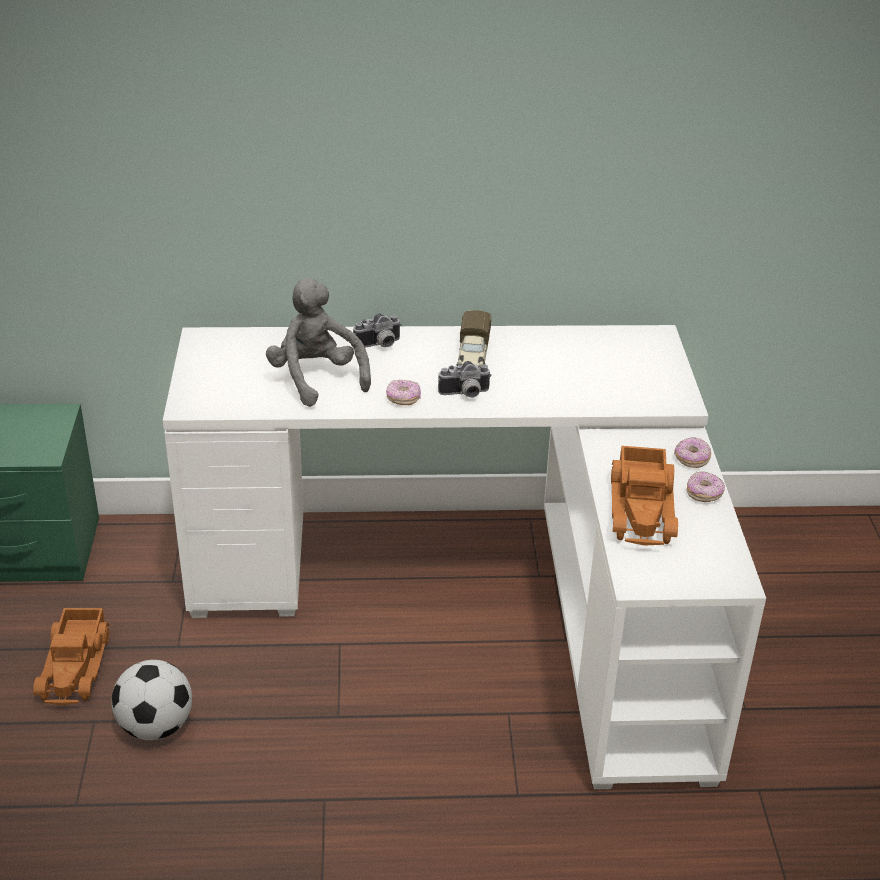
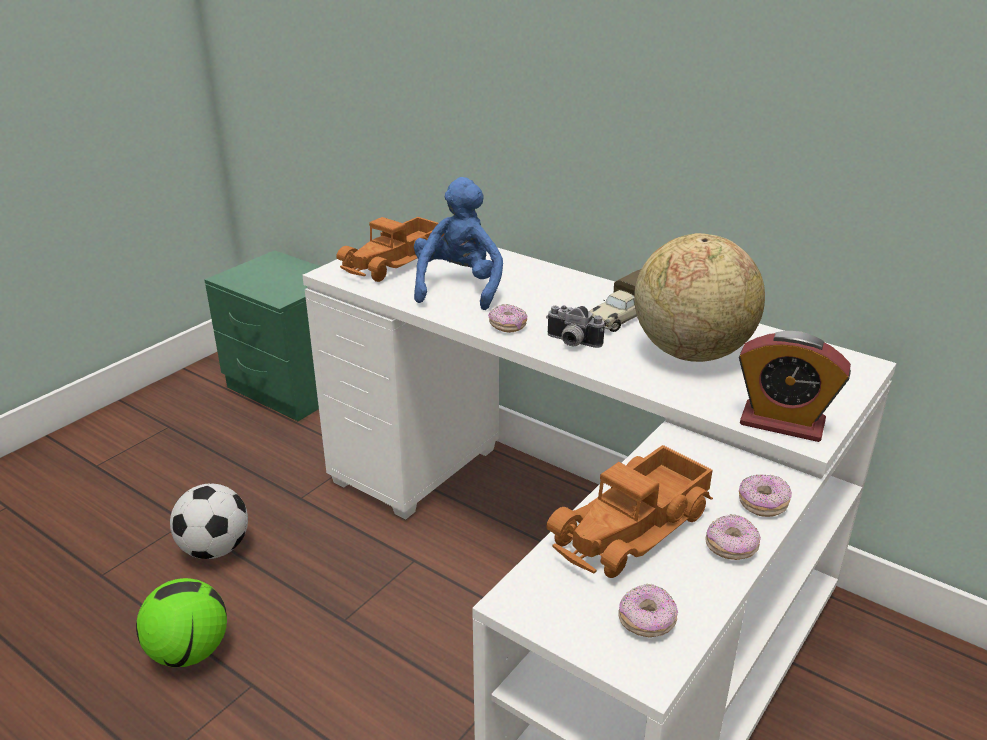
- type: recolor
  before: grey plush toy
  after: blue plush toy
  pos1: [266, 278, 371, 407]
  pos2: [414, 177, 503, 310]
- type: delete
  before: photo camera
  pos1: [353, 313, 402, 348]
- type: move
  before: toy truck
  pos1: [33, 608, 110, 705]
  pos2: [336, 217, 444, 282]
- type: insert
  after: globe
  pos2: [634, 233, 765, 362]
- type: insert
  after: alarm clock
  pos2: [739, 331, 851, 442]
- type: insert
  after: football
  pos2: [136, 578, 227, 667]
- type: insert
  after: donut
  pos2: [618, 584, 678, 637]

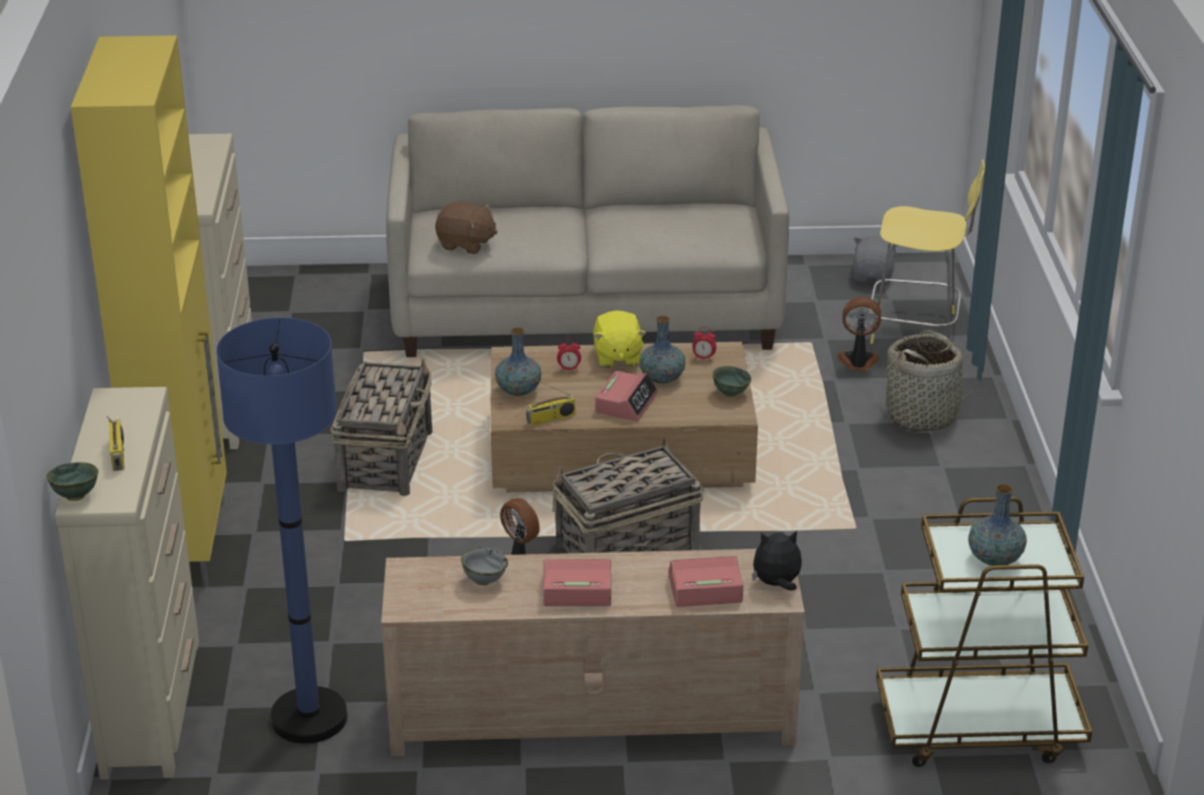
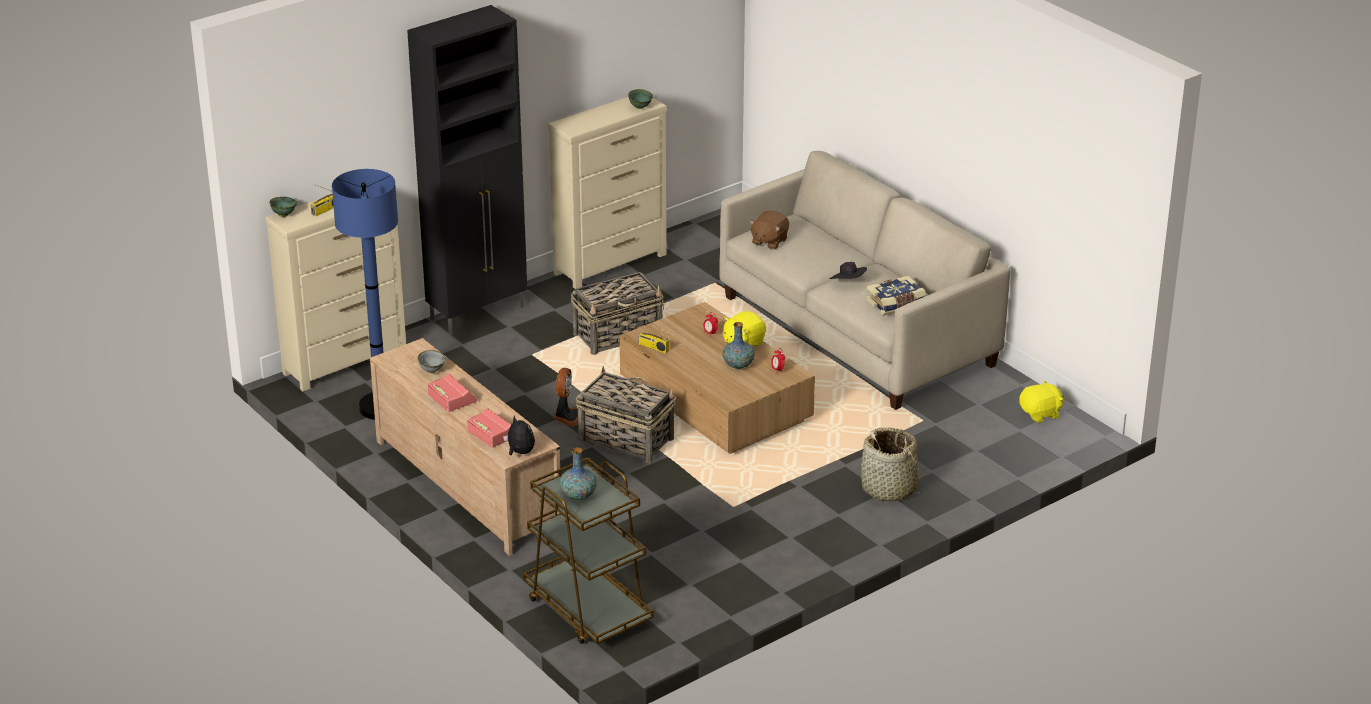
- type: recolor
  before: yellow cabinet
  after: black cabinet
  pos1: [71, 35, 227, 587]
  pos2: [407, 5, 527, 335]
- type: delete
  before: yellow stool
  pos1: [869, 160, 985, 344]
- type: rotate
  before: brown plush toy
  pos1: [435, 201, 498, 254]
  pos2: [749, 211, 789, 249]
  turn: 45
- type: recolor
  before: grey plush toy
  after: yellow plush toy
  pos1: [852, 236, 898, 284]
  pos2: [1019, 380, 1064, 423]
- type: delete
  before: fan
  pos1: [837, 297, 881, 371]
- type: delete
  before: vase
  pos1: [495, 327, 541, 396]
- type: move
  before: green bowl
  pos1: [713, 366, 751, 397]
  pos2: [628, 89, 653, 109]
- type: delete
  before: alarm clock
  pos1: [595, 370, 658, 421]
- type: insert
  after: black hat
  pos2: [829, 262, 867, 279]
- type: insert
  after: book
  pos2: [866, 276, 926, 316]

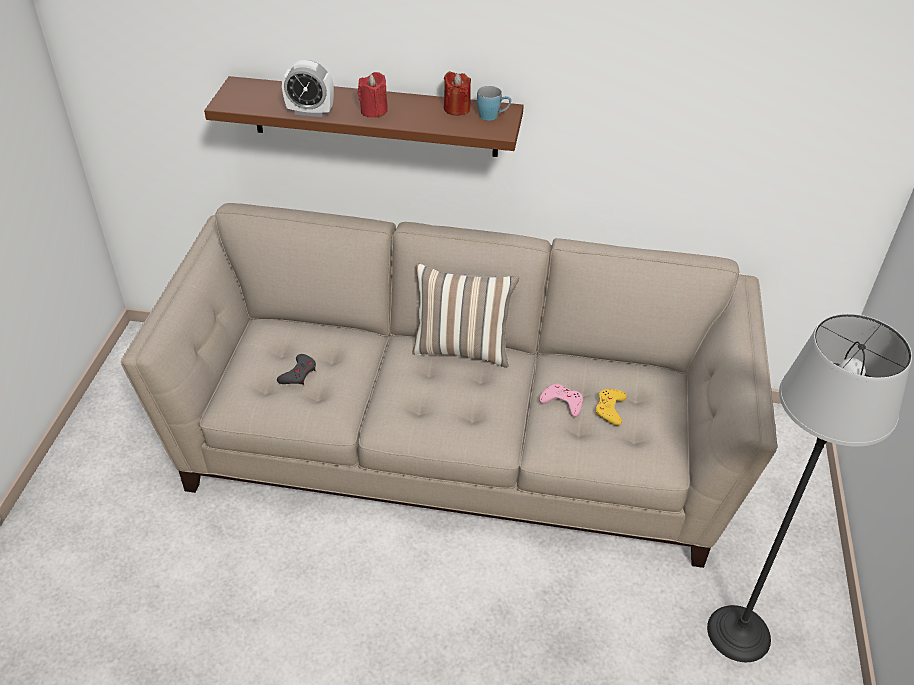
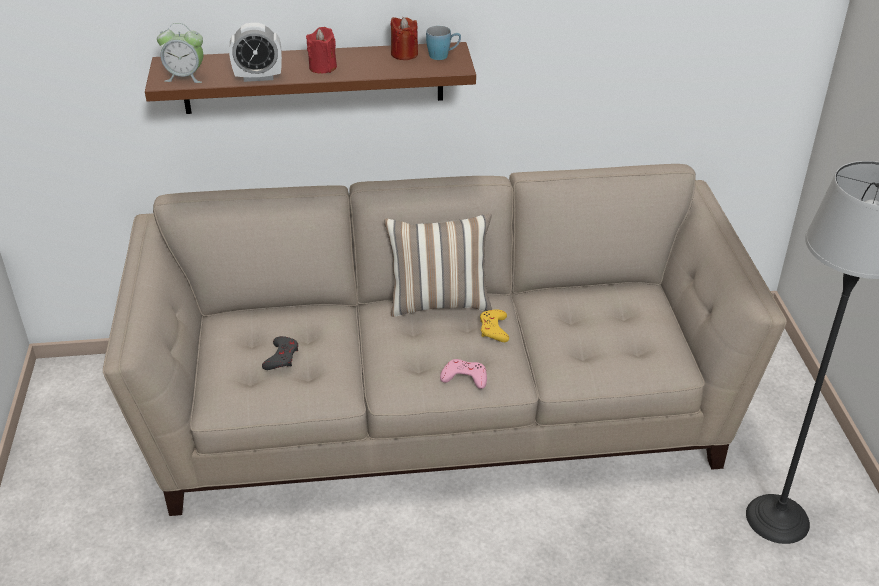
- type: move
  before: pink game controller
  pos1: [539, 384, 583, 417]
  pos2: [440, 359, 487, 389]
- type: move
  before: yellow game controller
  pos1: [595, 389, 627, 426]
  pos2: [480, 309, 509, 342]
- type: insert
  after: alarm clock
  pos2: [157, 23, 203, 83]

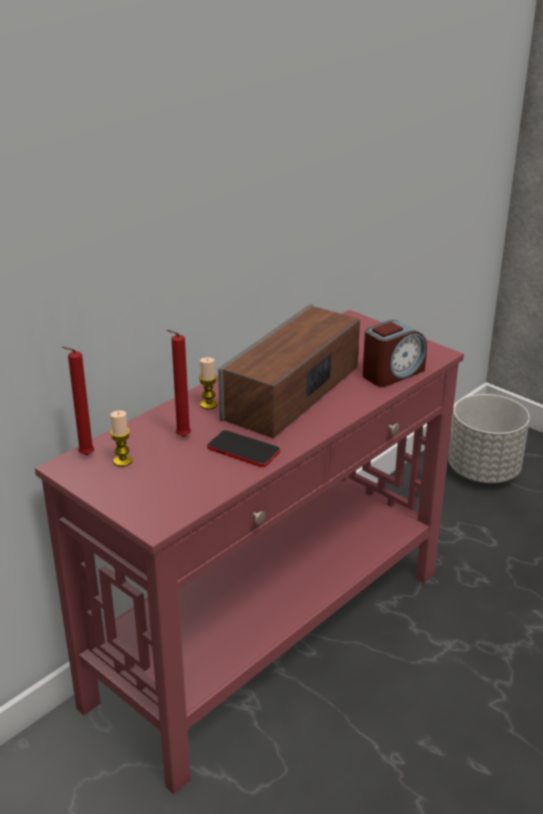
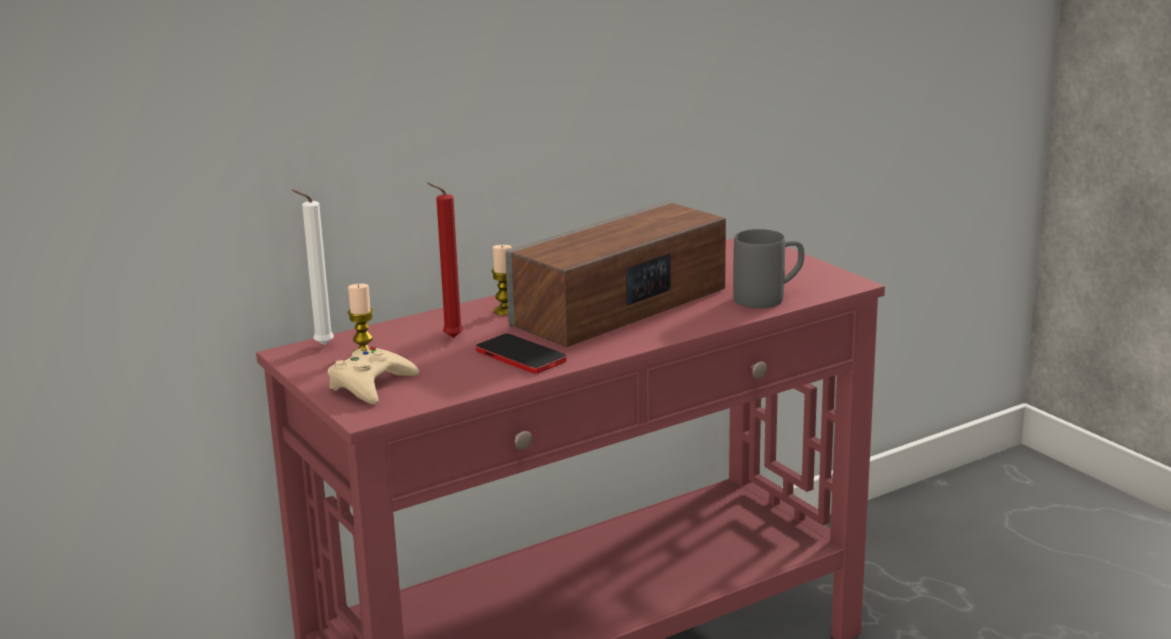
- type: replace
  before: alarm clock
  after: grey mug
  pos1: [362, 320, 427, 387]
  pos2: [733, 229, 804, 309]
- type: recolor
  before: red candle
  after: white candle
  pos1: [62, 346, 94, 456]
  pos2: [292, 190, 334, 346]
- type: delete
  before: grey planter
  pos1: [448, 394, 530, 483]
- type: insert
  after: beige game controller
  pos2: [328, 347, 419, 404]

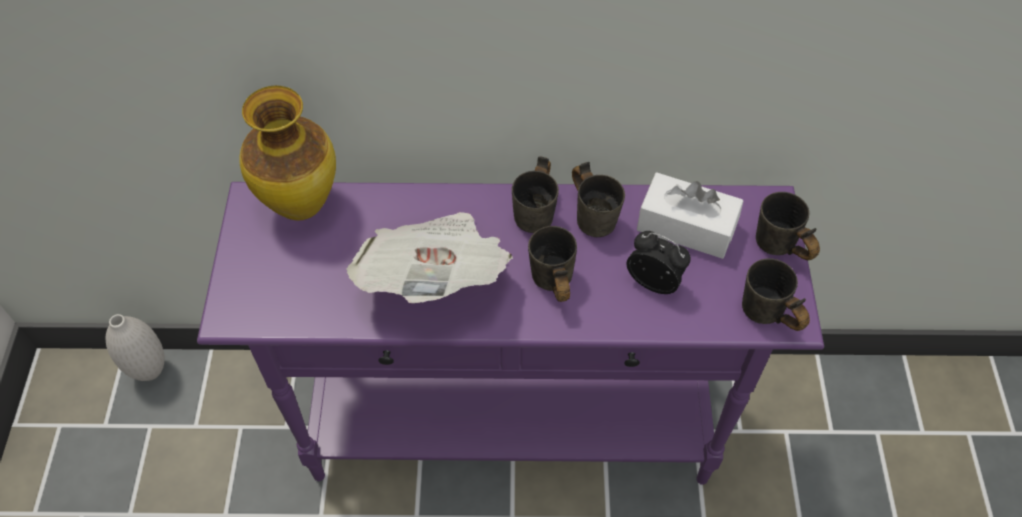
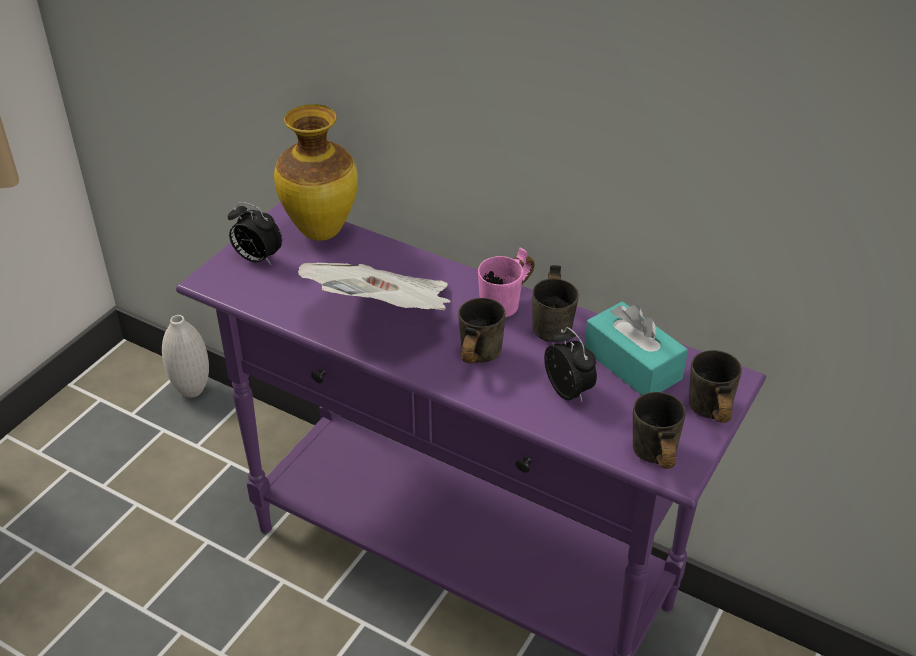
- type: recolor
  before: grey mug
  after: pink mug
  pos1: [512, 156, 559, 233]
  pos2: [478, 248, 534, 318]
- type: recolor
  before: white tissue box
  after: turquoise tissue box
  pos1: [637, 172, 744, 259]
  pos2: [585, 301, 688, 395]
- type: insert
  after: alarm clock
  pos2: [228, 202, 282, 265]

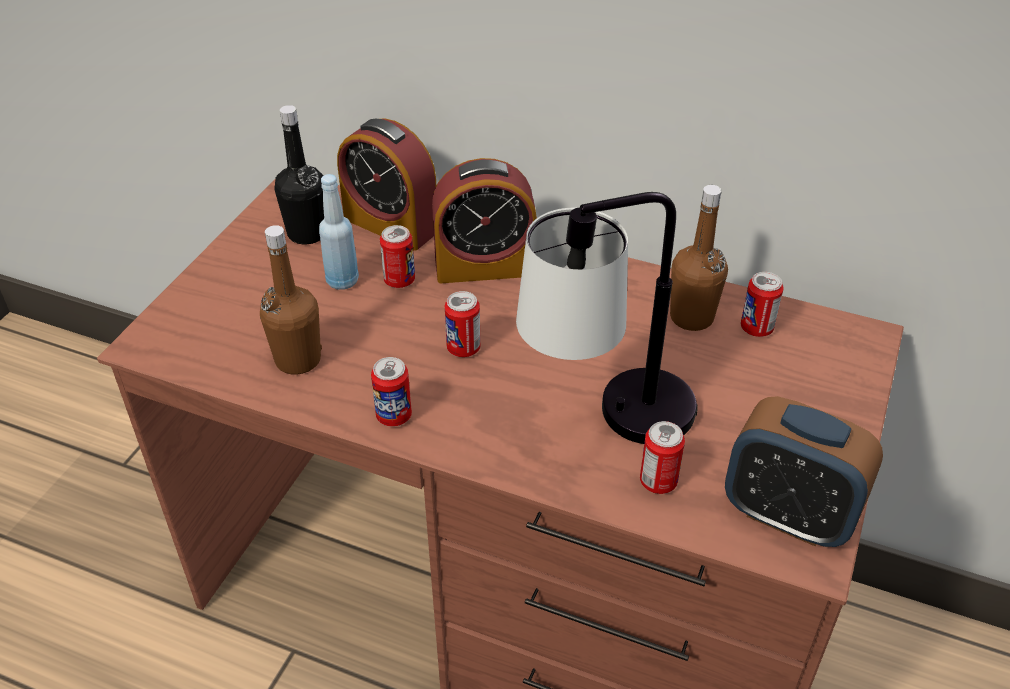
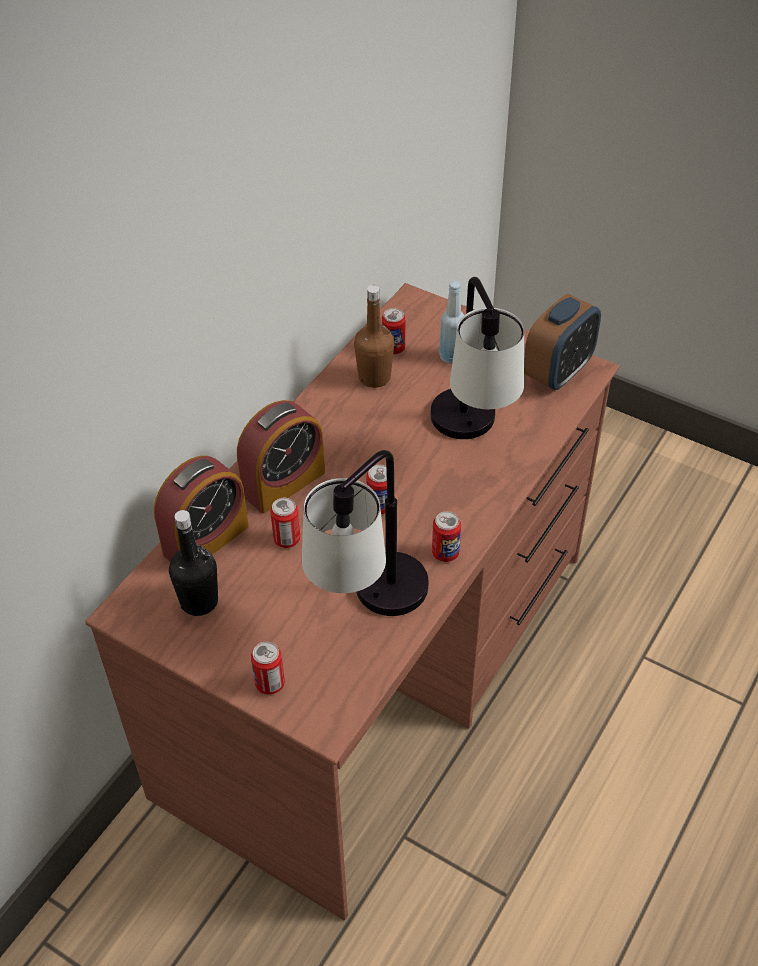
- type: rotate
  before: alarm clock
  pos1: [432, 158, 537, 283]
  pos2: [237, 400, 325, 513]
  turn: 45
- type: move
  before: blue bottle
  pos1: [319, 174, 359, 290]
  pos2: [439, 281, 464, 364]
- type: replace
  before: brown bottle
  after: table lamp
  pos1: [260, 225, 322, 375]
  pos2: [302, 450, 428, 616]
- type: move
  before: can
  pos1: [640, 421, 685, 494]
  pos2: [251, 642, 285, 695]

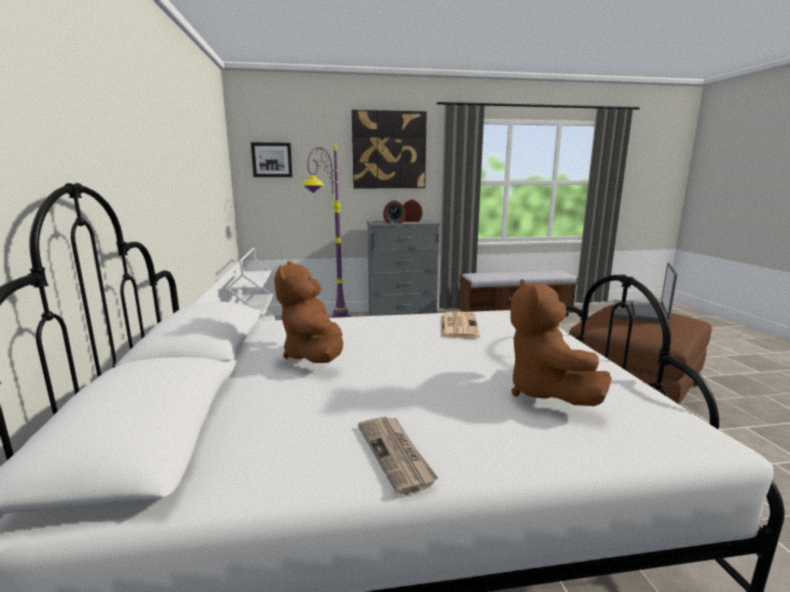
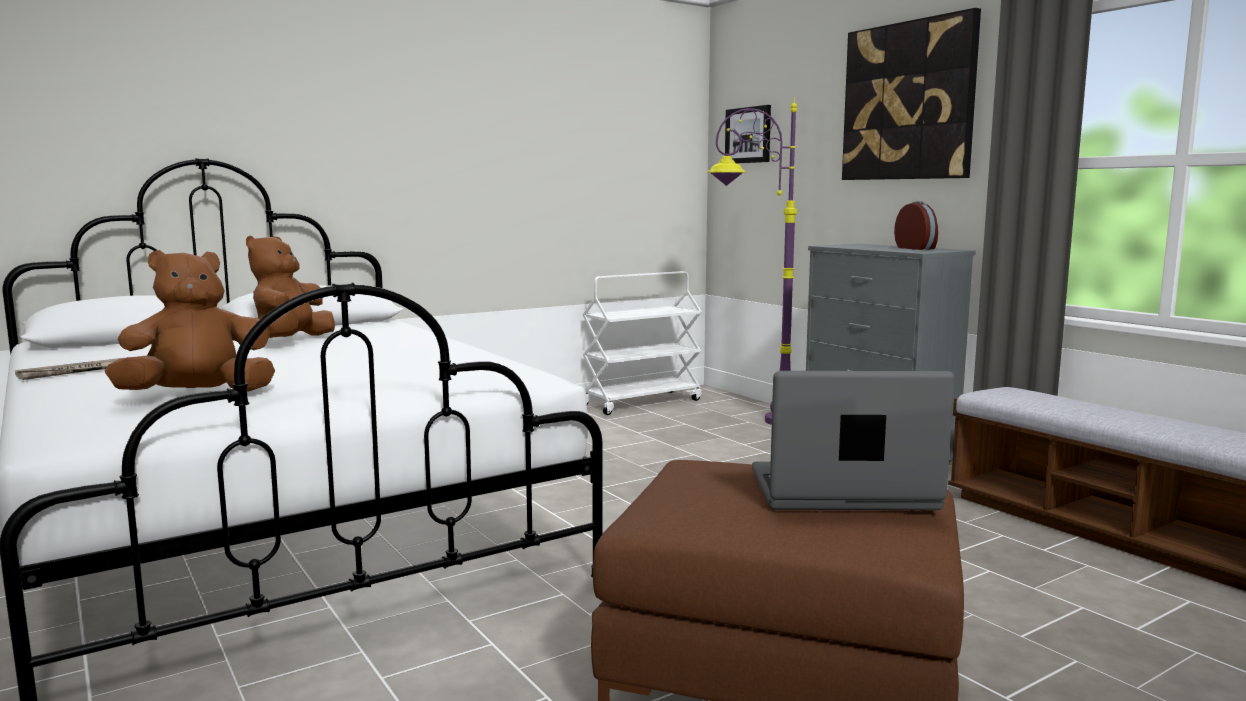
- type: delete
  before: alarm clock
  pos1: [383, 200, 406, 224]
- type: rotate
  before: brown plush toy
  pos1: [274, 261, 343, 363]
  pos2: [246, 236, 335, 338]
  turn: -45
- type: delete
  before: newspaper
  pos1: [441, 311, 480, 339]

